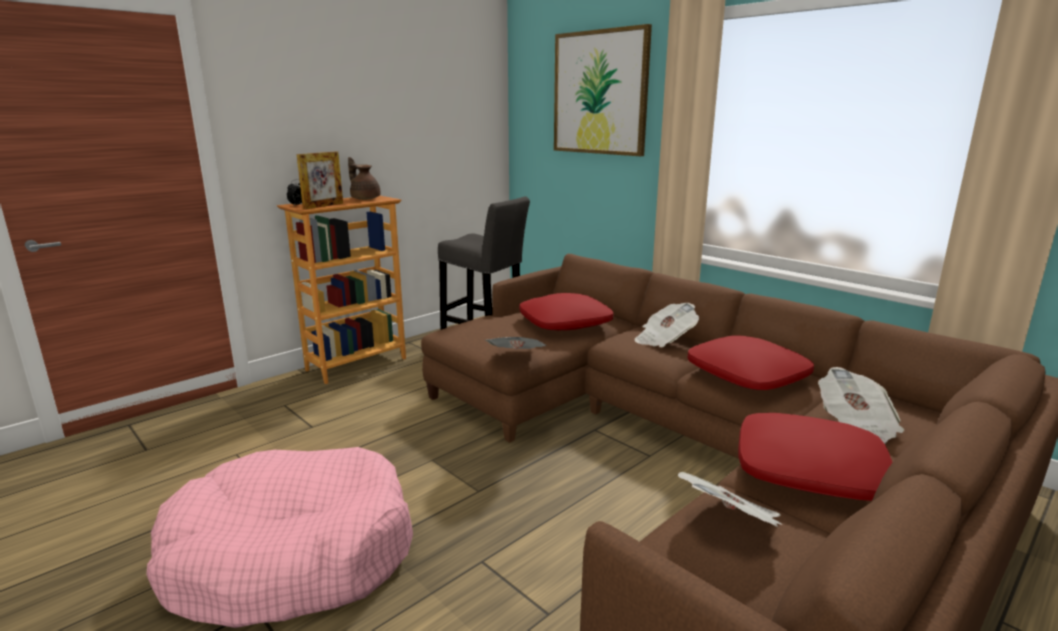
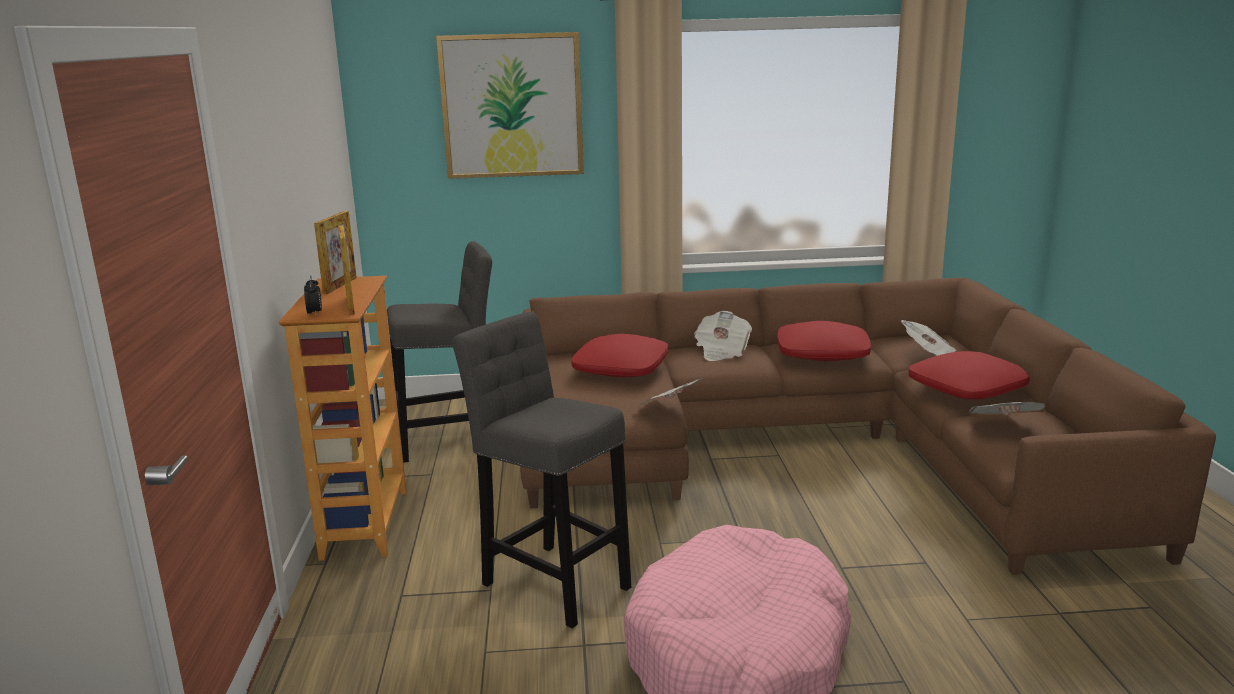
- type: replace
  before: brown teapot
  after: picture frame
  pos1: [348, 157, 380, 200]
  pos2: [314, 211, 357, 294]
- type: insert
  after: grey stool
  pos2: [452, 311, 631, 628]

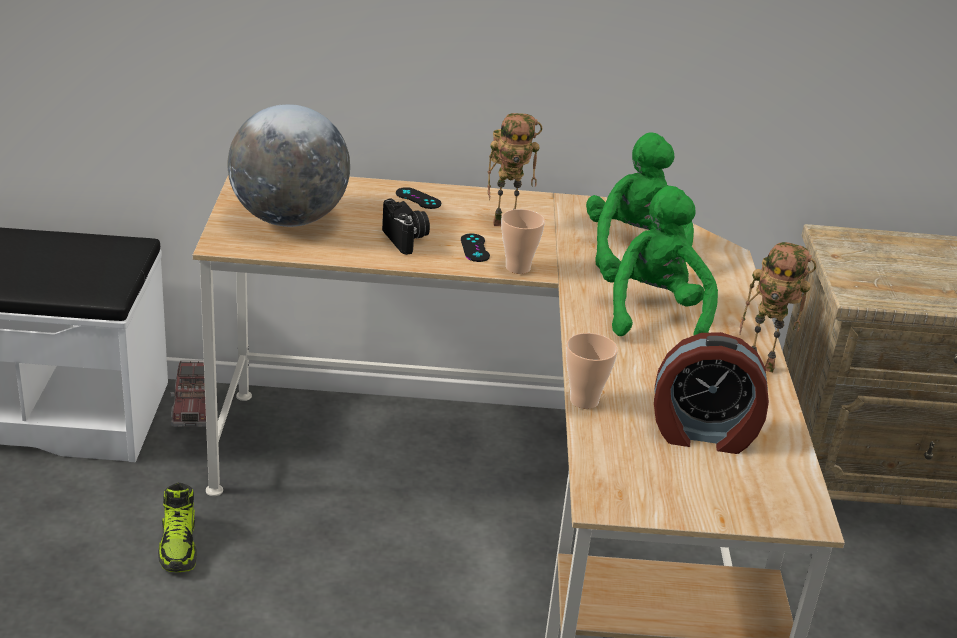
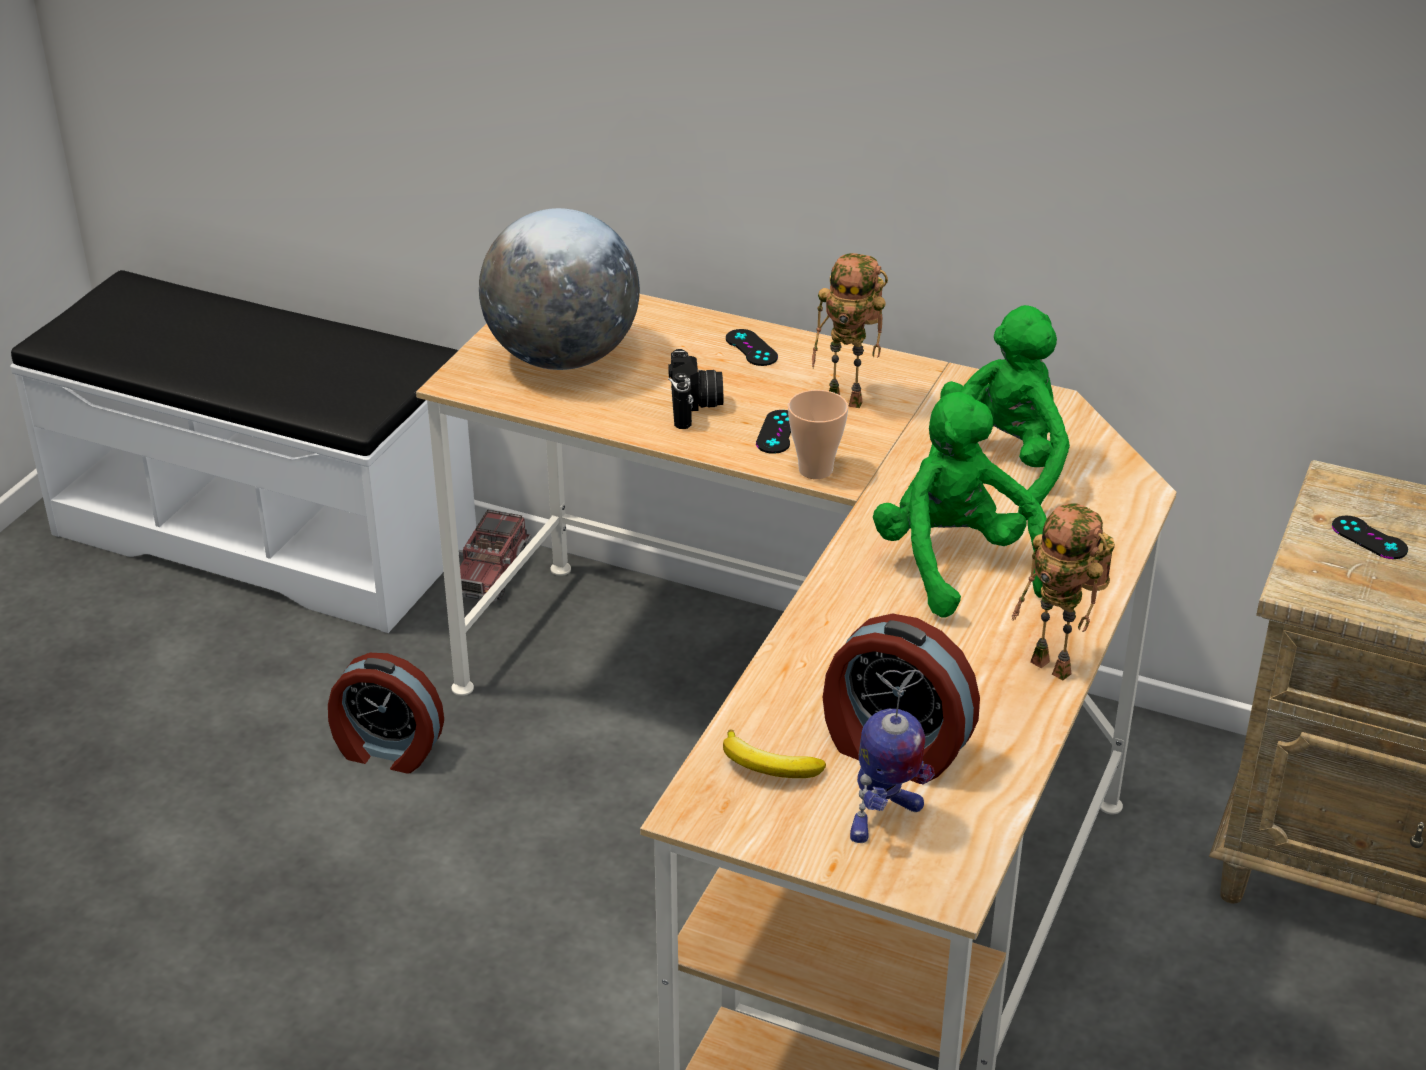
- type: rotate
  before: green plush toy
  pos1: [599, 186, 718, 336]
  pos2: [873, 392, 1047, 618]
  turn: -45
- type: delete
  before: cup
  pos1: [566, 333, 618, 409]
- type: replace
  before: shoe
  after: alarm clock
  pos1: [158, 483, 197, 572]
  pos2: [328, 653, 444, 774]
- type: insert
  after: black game controller
  pos2: [1332, 516, 1408, 559]
- type: insert
  after: toy robot
  pos2: [850, 670, 934, 843]
- type: insert
  after: banana
  pos2: [723, 729, 826, 778]

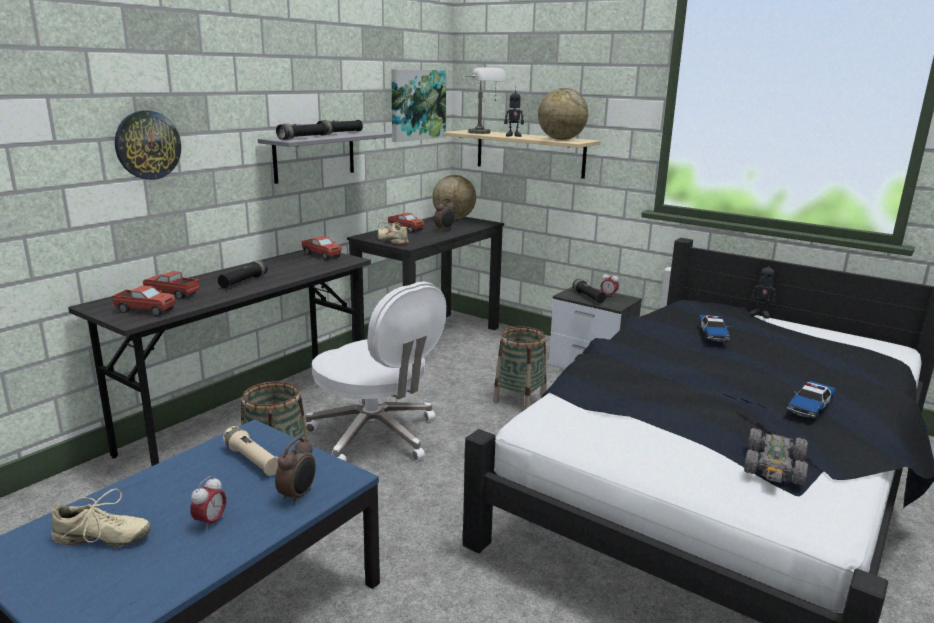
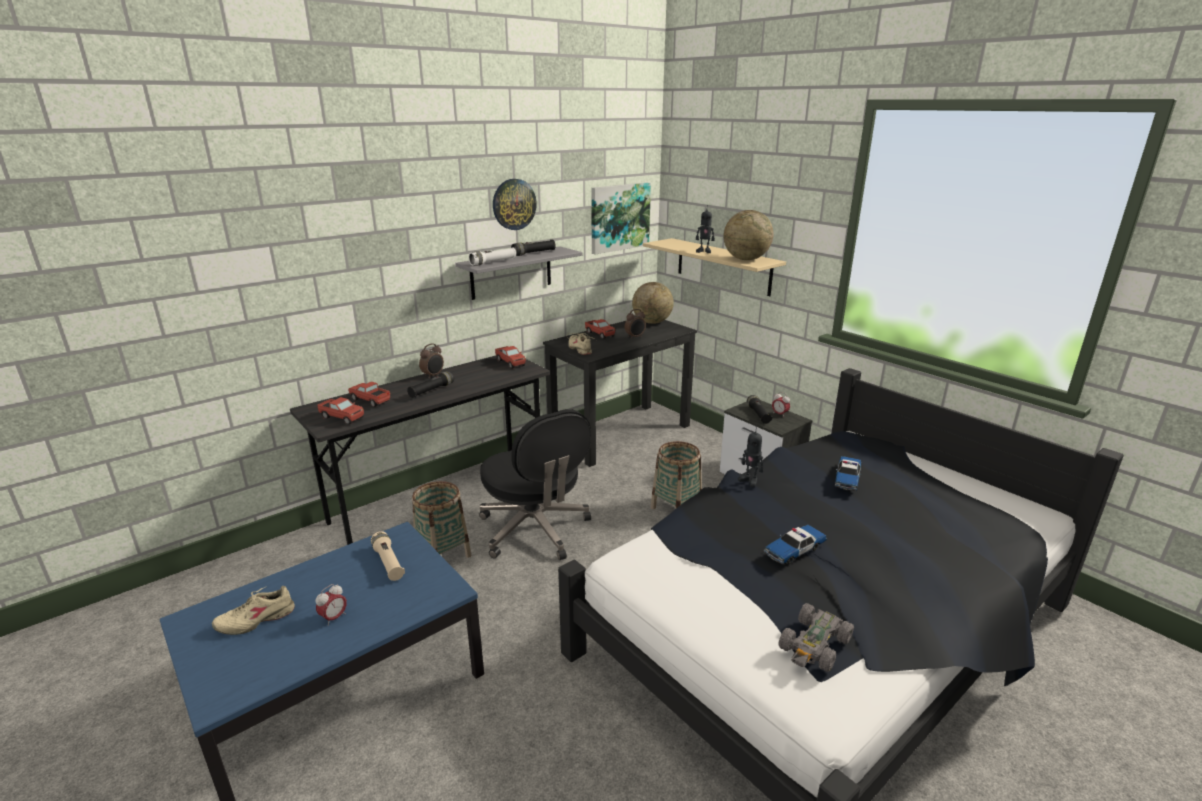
- type: delete
  before: grey table lamp
  pos1: [465, 68, 507, 134]
- type: move
  before: wall clock
  pos1: [115, 110, 181, 180]
  pos2: [493, 179, 537, 230]
- type: recolor
  before: black flashlight
  after: white flashlight
  pos1: [276, 123, 327, 140]
  pos2: [469, 247, 516, 266]
- type: move
  before: toy robot
  pos1: [750, 260, 776, 319]
  pos2: [738, 426, 763, 487]
- type: recolor
  before: white office chair
  after: black office chair
  pos1: [305, 281, 447, 462]
  pos2: [479, 409, 591, 560]
- type: move
  before: toy car
  pos1: [787, 381, 836, 419]
  pos2: [764, 525, 827, 564]
- type: move
  before: alarm clock
  pos1: [275, 437, 316, 505]
  pos2: [419, 343, 444, 379]
- type: rotate
  before: beige shoe
  pos1: [51, 489, 151, 547]
  pos2: [212, 585, 295, 635]
  turn: 135

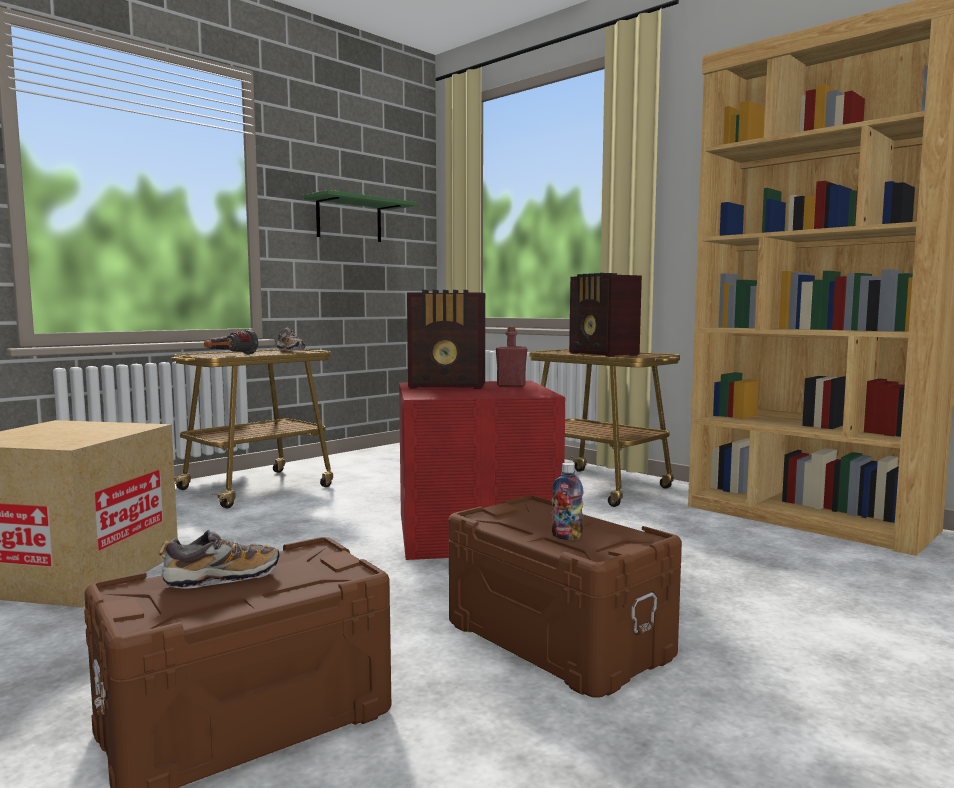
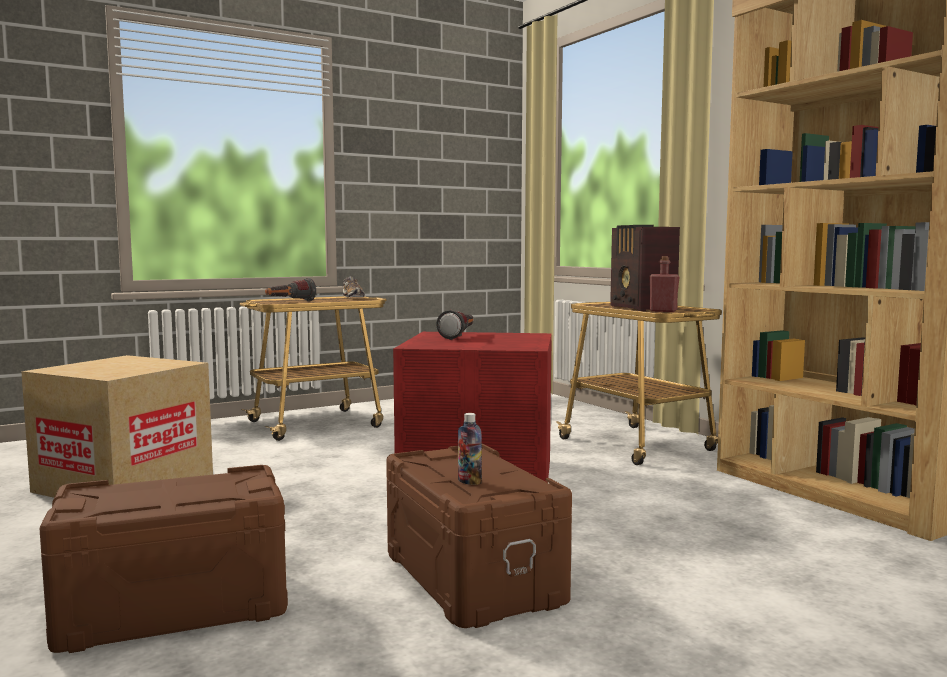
- type: delete
  before: green shelf
  pos1: [303, 190, 417, 242]
- type: replace
  before: radio
  after: flashlight
  pos1: [407, 290, 485, 389]
  pos2: [436, 310, 473, 340]
- type: move
  before: red bottle
  pos1: [496, 327, 527, 387]
  pos2: [649, 256, 680, 312]
- type: delete
  before: shoe
  pos1: [158, 529, 280, 589]

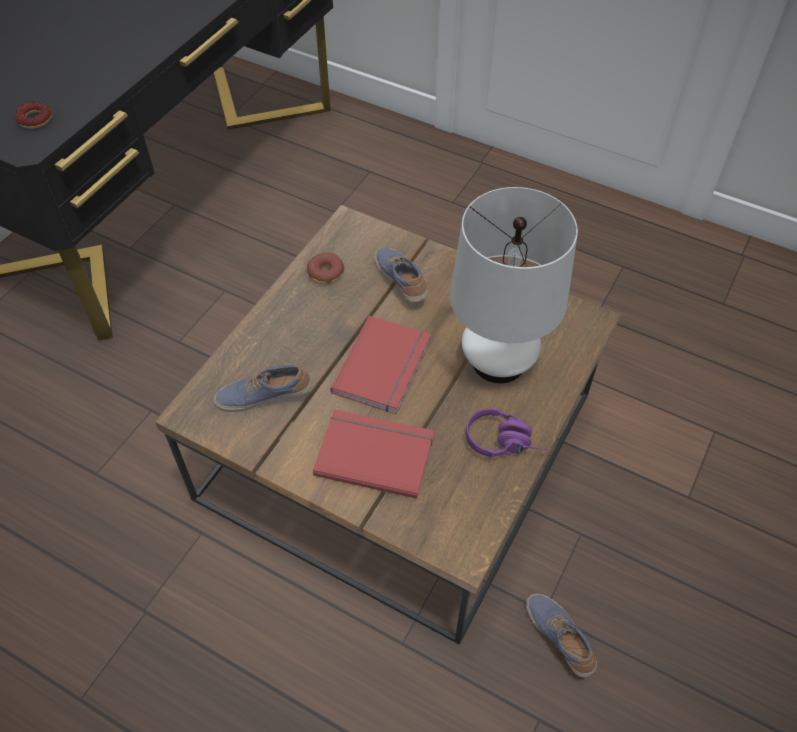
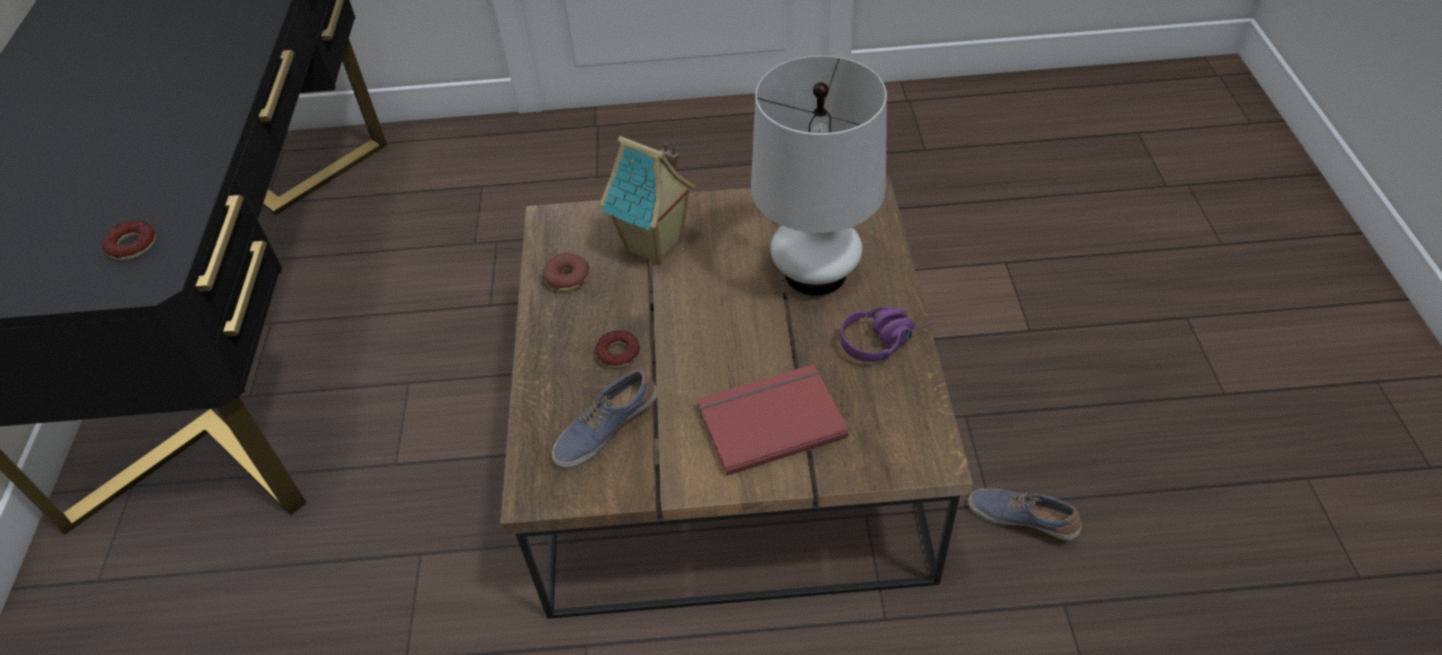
- type: replace
  before: shoe
  after: toy house
  pos1: [375, 247, 428, 303]
  pos2: [600, 136, 696, 265]
- type: delete
  before: red book
  pos1: [330, 316, 431, 414]
- type: insert
  after: donut
  pos2: [595, 330, 640, 368]

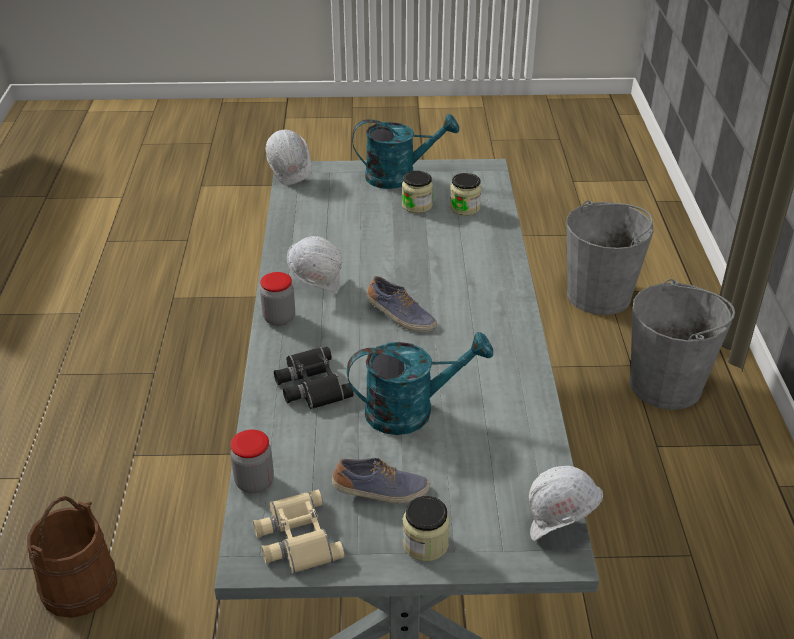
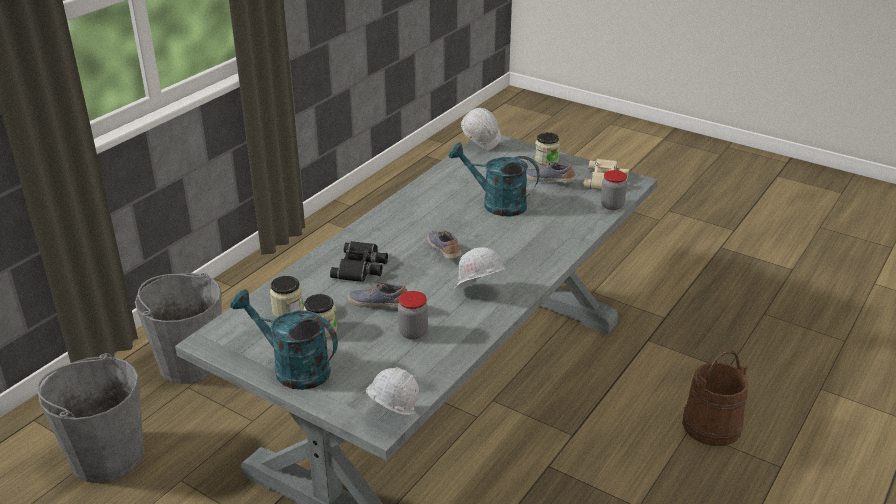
- type: move
  before: jar
  pos1: [260, 272, 295, 326]
  pos2: [398, 291, 428, 339]
- type: move
  before: black binoculars
  pos1: [274, 347, 354, 409]
  pos2: [330, 241, 388, 282]
- type: insert
  after: shoe
  pos2: [347, 283, 408, 308]

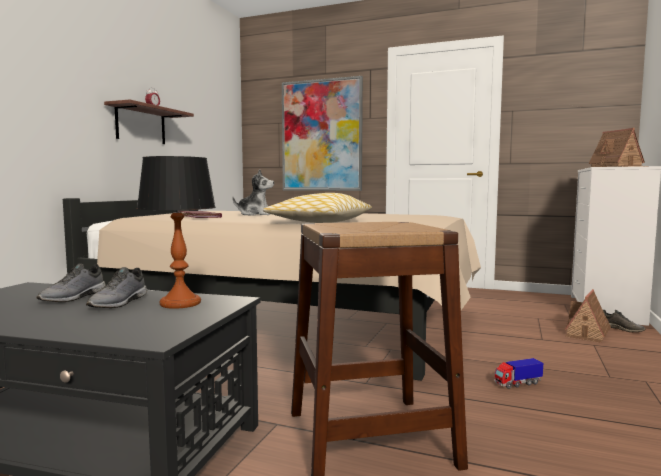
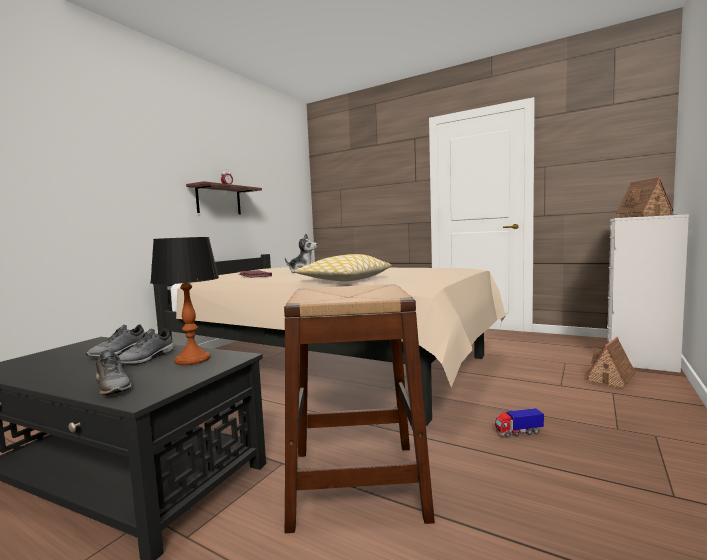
- type: delete
  before: picture
  pos1: [282, 76, 363, 191]
- type: move
  before: grey shoe
  pos1: [603, 310, 646, 332]
  pos2: [96, 350, 132, 395]

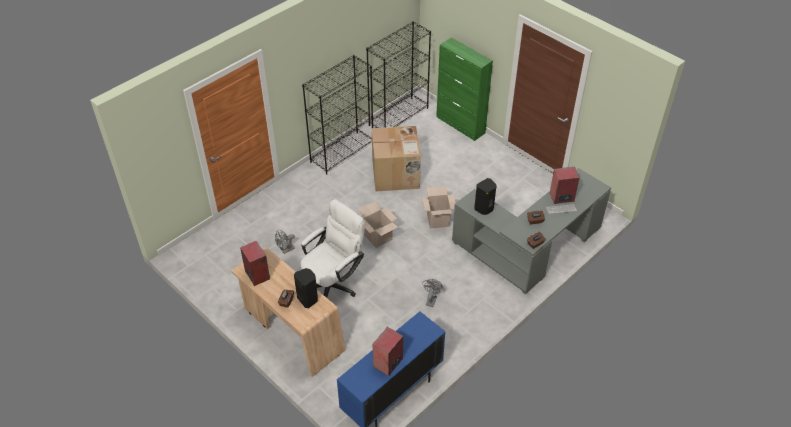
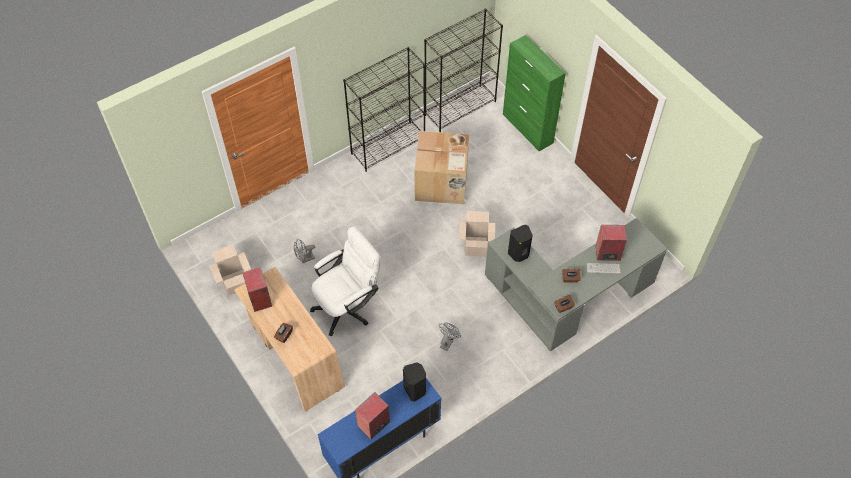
- type: move
  before: cardboard box
  pos1: [358, 201, 398, 248]
  pos2: [210, 244, 251, 296]
- type: move
  before: black speaker
  pos1: [294, 268, 318, 308]
  pos2: [403, 363, 426, 402]

